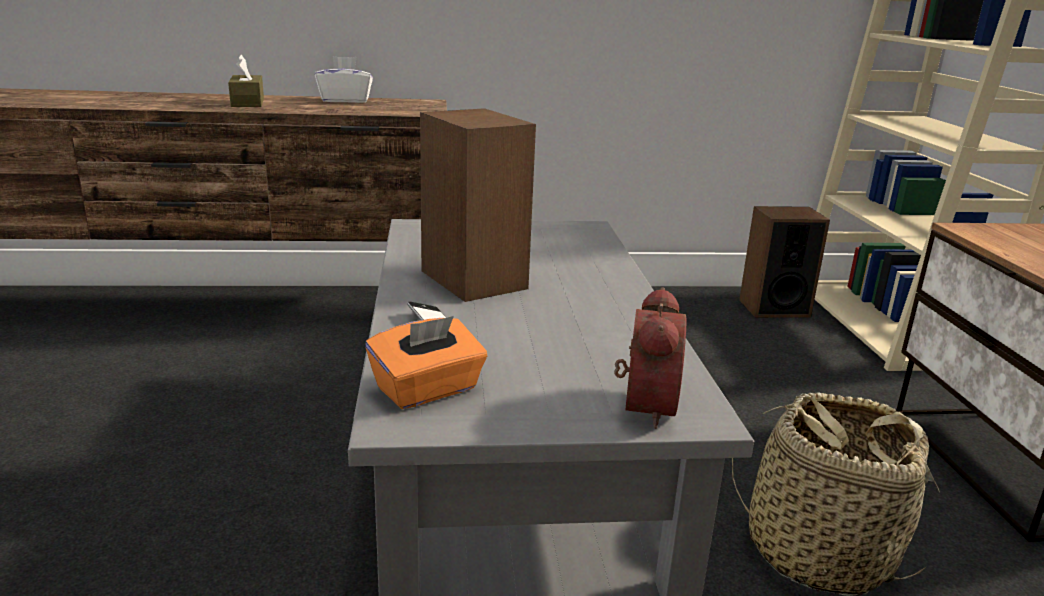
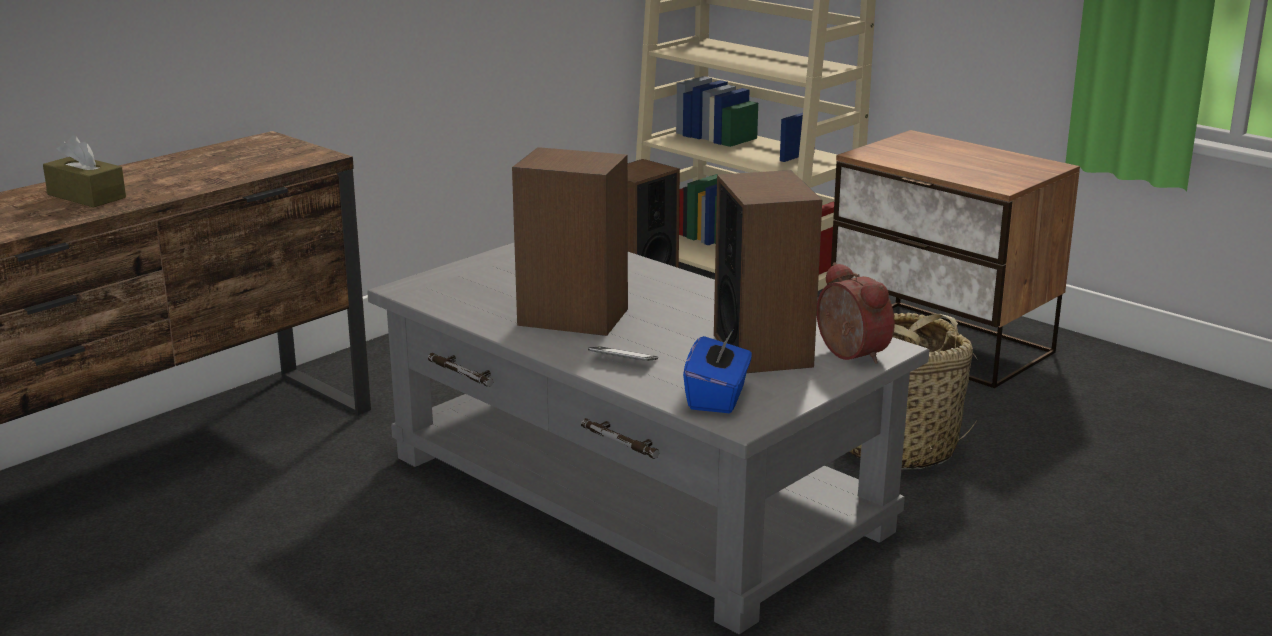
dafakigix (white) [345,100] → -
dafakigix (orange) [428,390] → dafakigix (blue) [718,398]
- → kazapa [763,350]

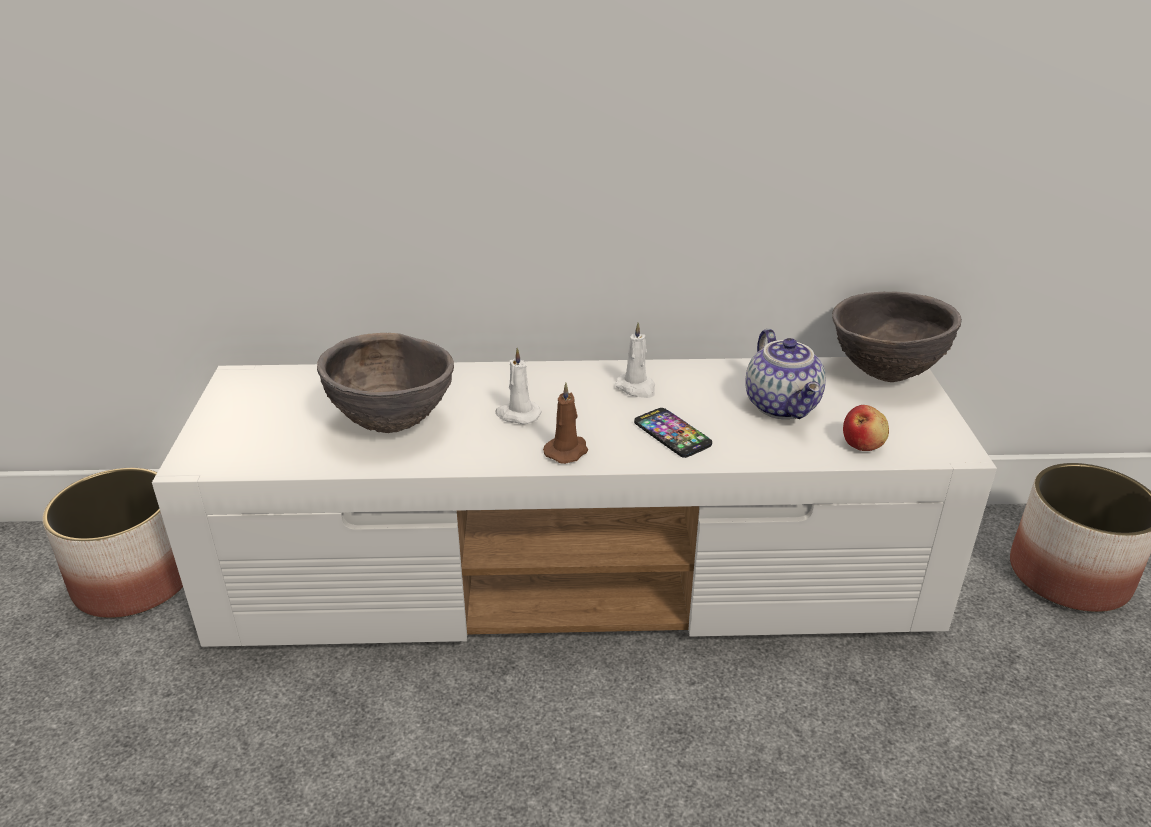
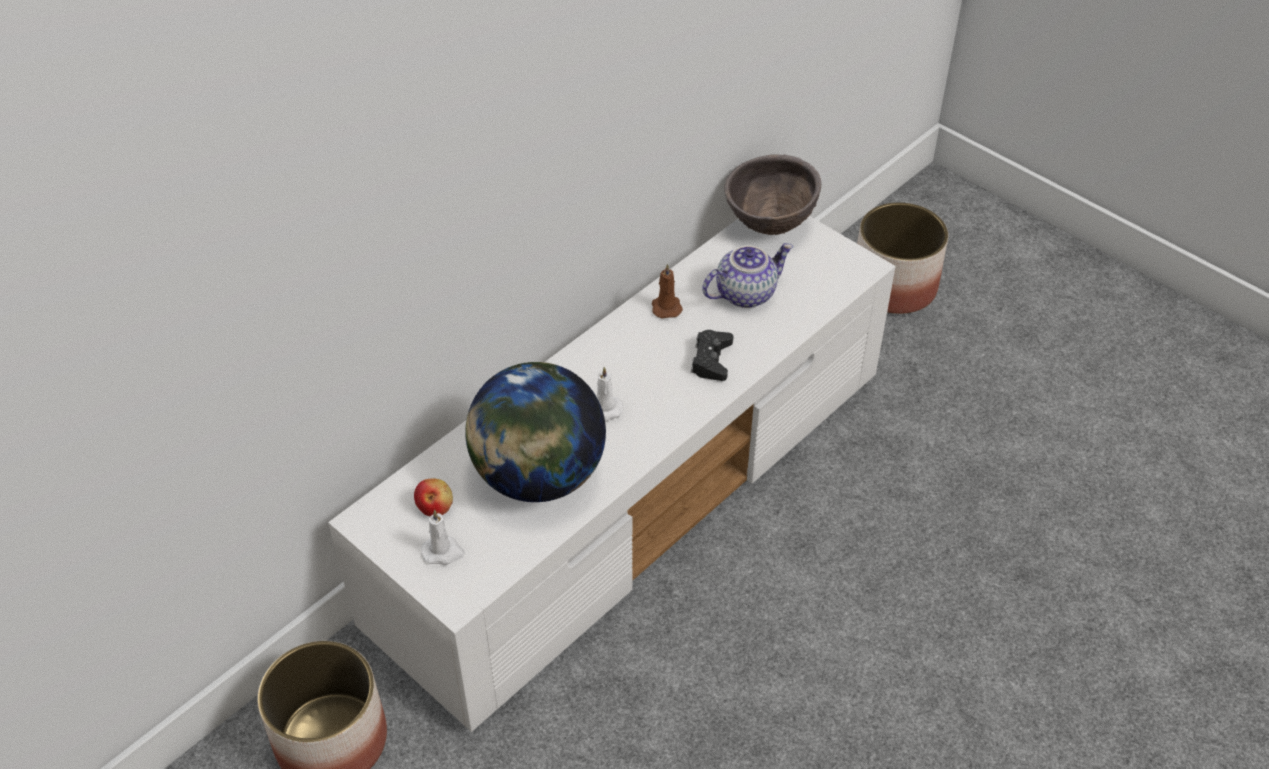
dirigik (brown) [393,424] → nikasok [538,476]
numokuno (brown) [567,451] → numokuno (brown) [666,307], shifted
numokuno (white) [636,388] → numokuno (white) [443,552], shifted
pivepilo [672,434] → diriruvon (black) [711,360]
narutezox [783,406] → narutezox [745,293], 60 degrees counterclockwise
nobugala [862,444] → nobugala [435,506], shifted

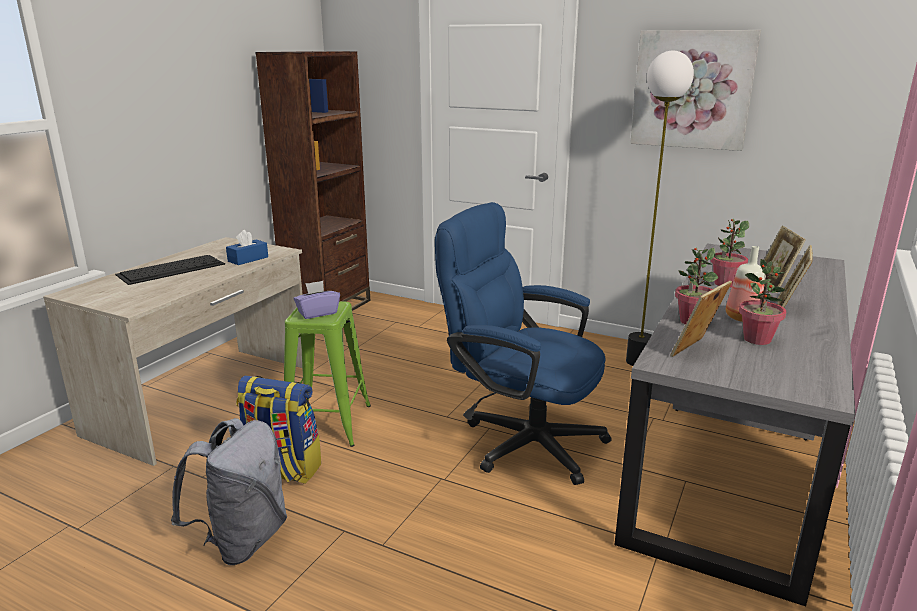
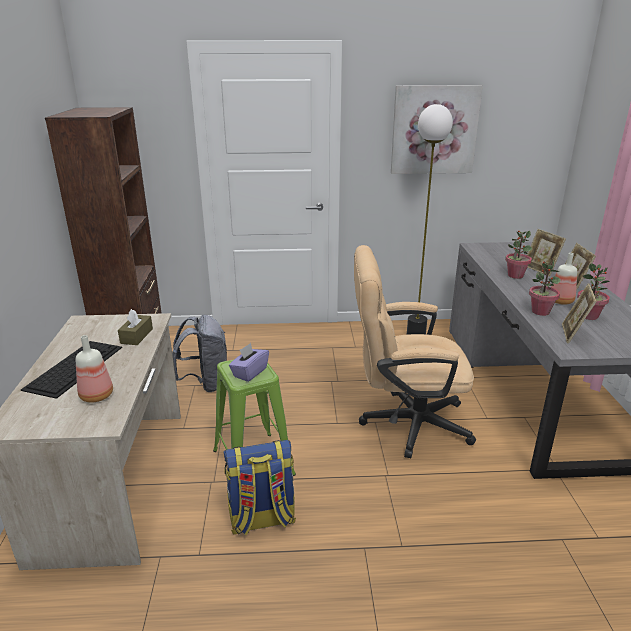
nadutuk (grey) [242,540] → nadutuk (grey) [205,383], shifted
dafakigix (blue) [248,259] → dafakigix (brown) [136,336]
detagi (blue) [521,439] → detagi (beige) [405,423]
- → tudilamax [98,396]

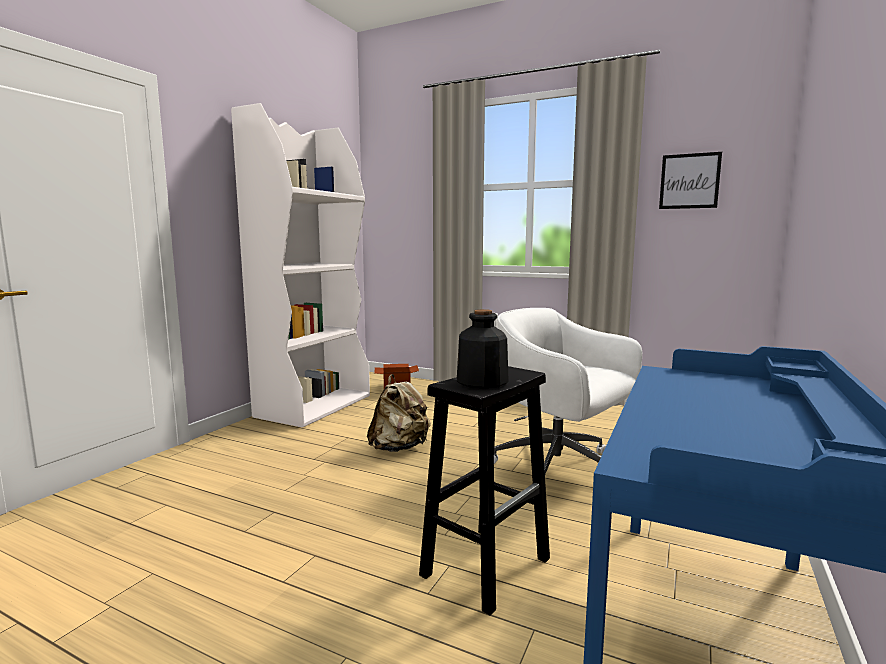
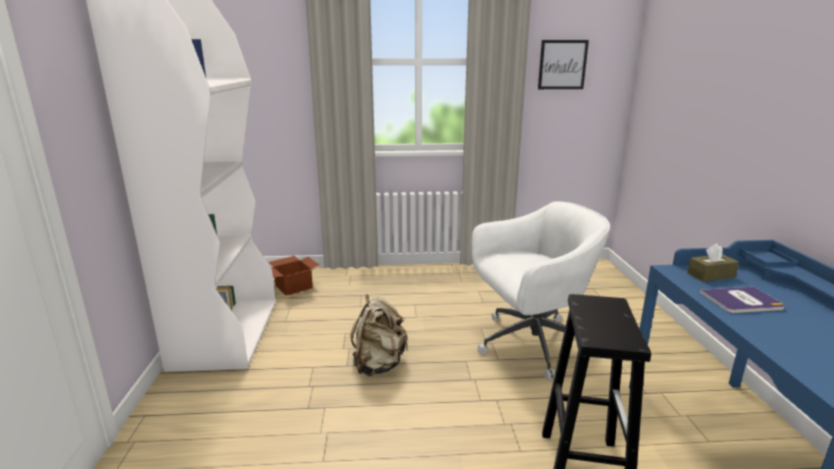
tudilamax [482,381] → -
detagi (white) [560,468] → detagi (white) [530,344], 150 degrees clockwise
- → dafakigix (brown) [710,275]
- → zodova [741,301]

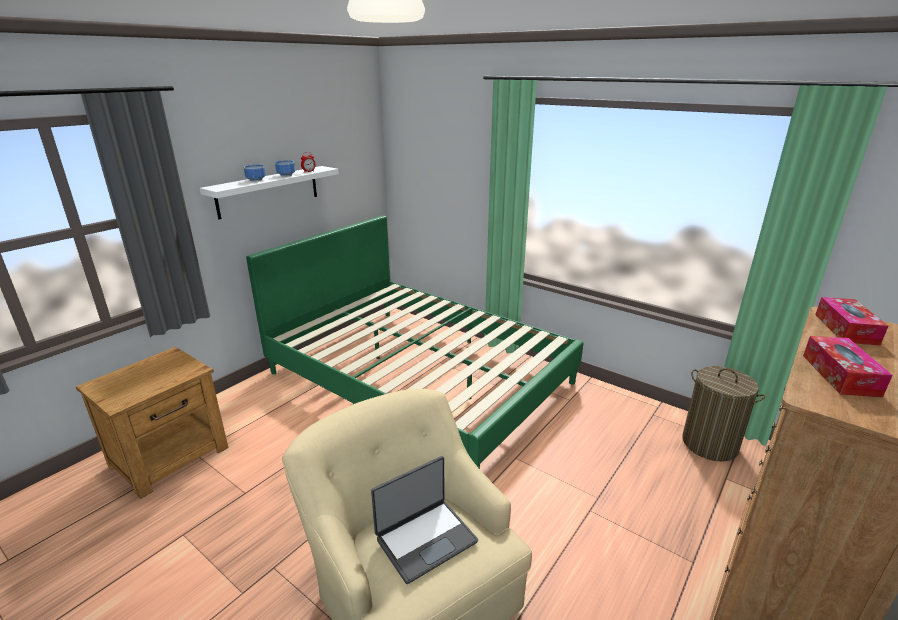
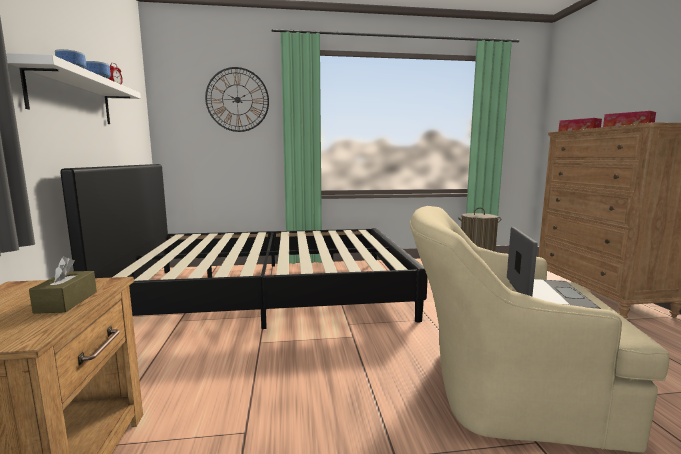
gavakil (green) [420,377] → gavakil (black) [269,292]
- → dafakigix (brown) [67,302]
- → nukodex [237,100]

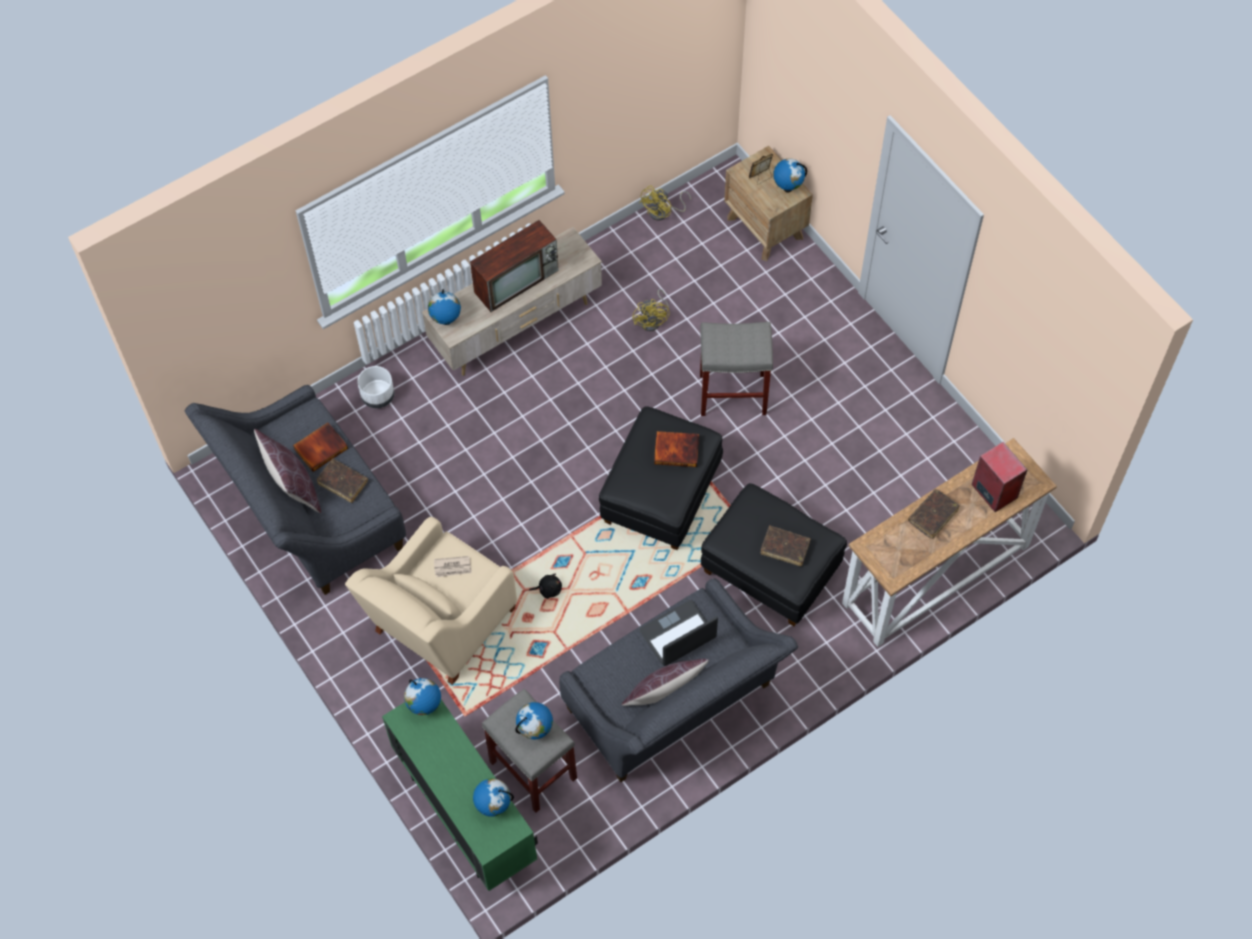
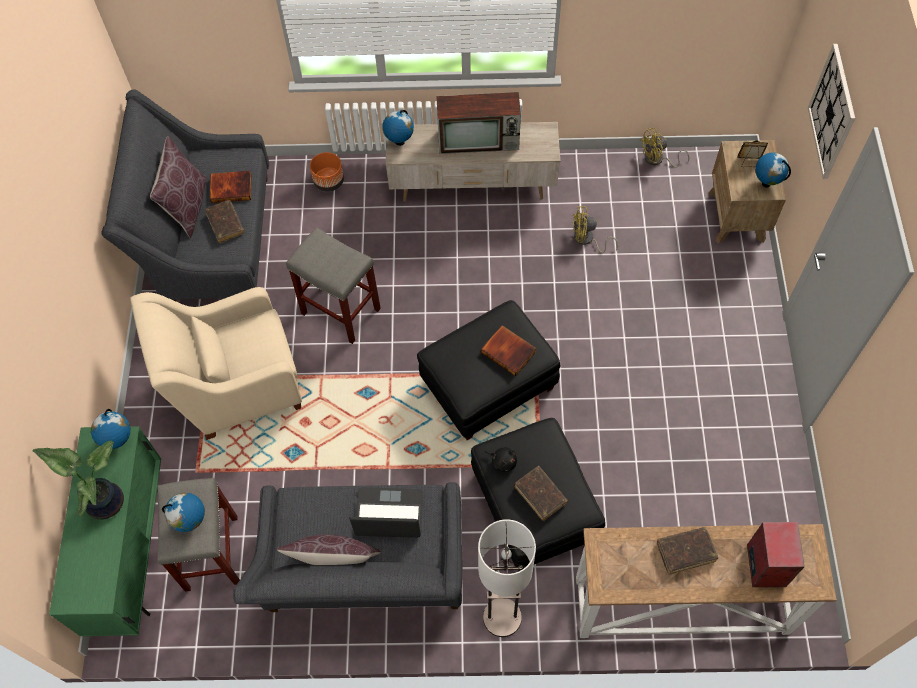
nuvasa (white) [377,396] → nuvasa (orange) [329,181]
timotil [453,567] → -
nikasok [493,806] → -
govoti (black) [548,589] → govoti (black) [502,461], shifted
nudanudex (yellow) [653,320] → nudanudex (yellow) [587,240], 60 degrees clockwise
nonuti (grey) [731,394] → nonuti (grey) [339,311], shifted
- → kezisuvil [105,500]
- → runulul [502,618]
- → nukodex [832,112]

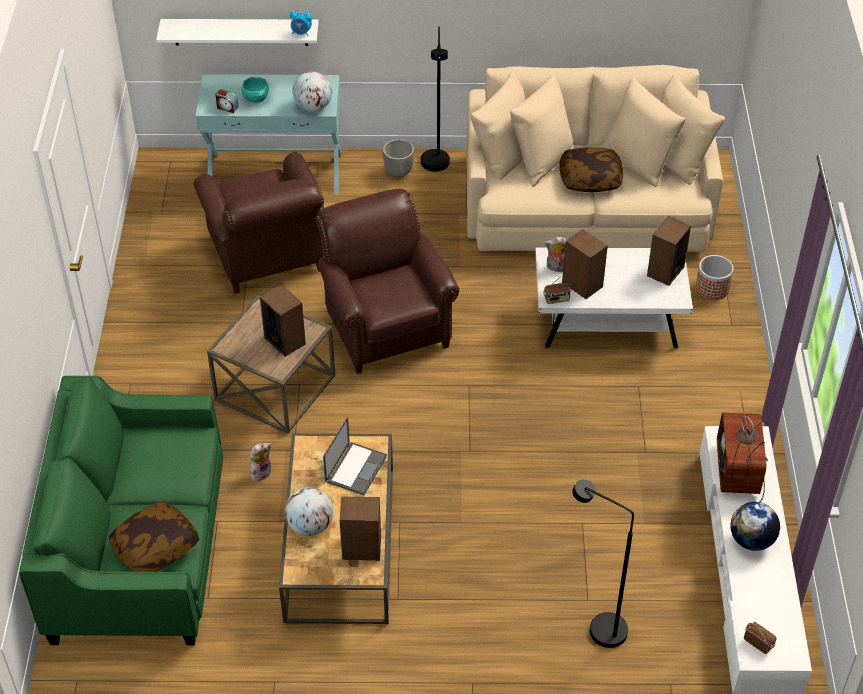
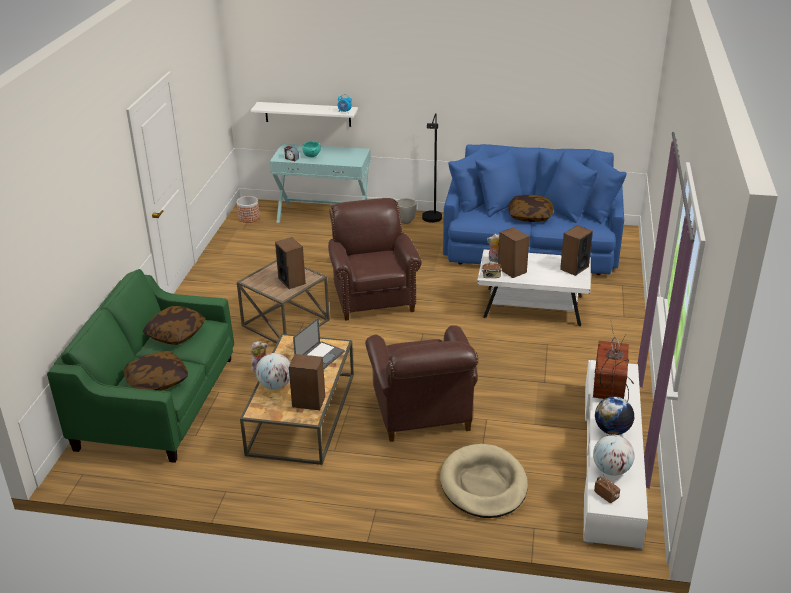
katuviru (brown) [268,257] → katuviru (brown) [423,415], shifted
nikasok [313,107] → nikasok [611,470], shifted
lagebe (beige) [587,203] → lagebe (blue) [531,245]
runulul (black) [598,627] → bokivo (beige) [483,484]
nuvasa [712,288] → nuvasa [249,218], shifted
- → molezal [176,333]

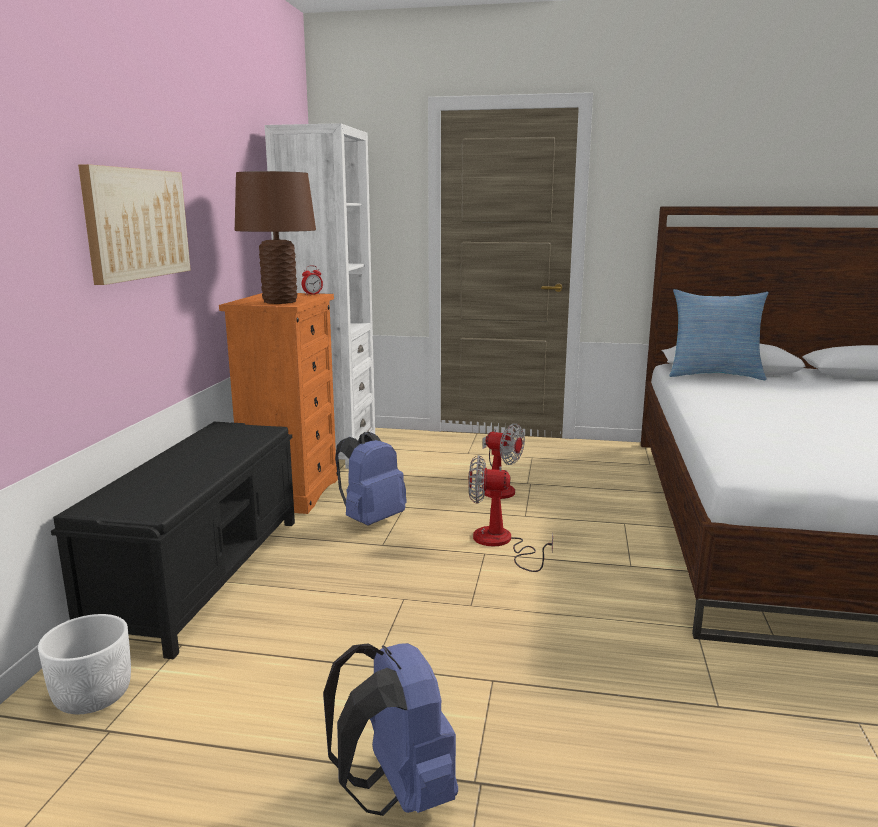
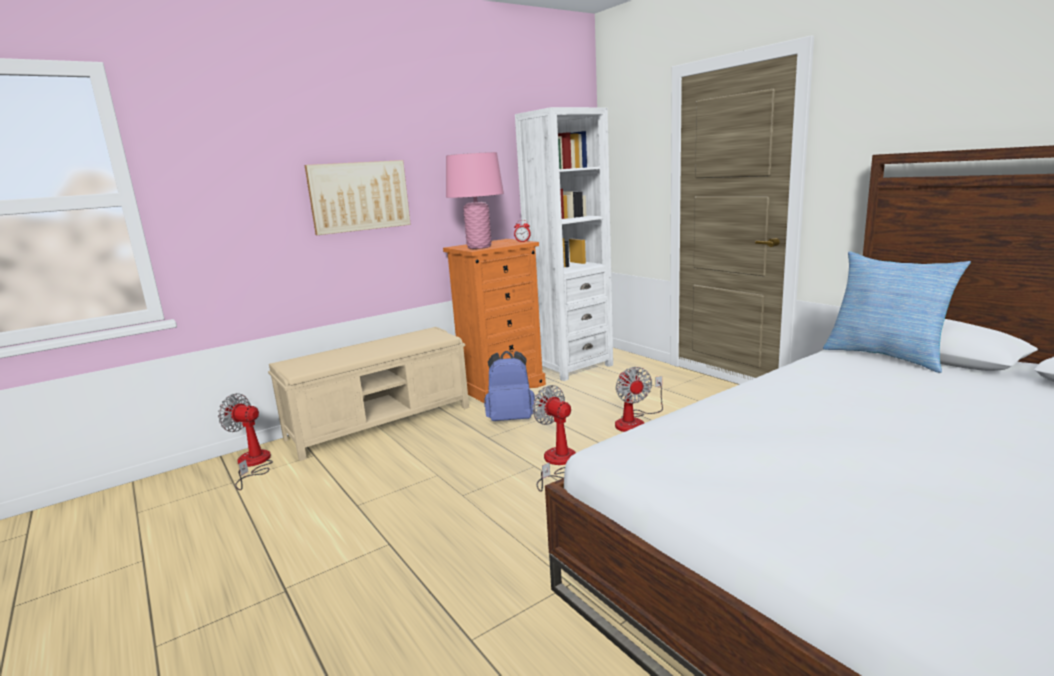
nuvasa (white) [93,696] → nudanudex [253,464]
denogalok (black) [203,574] → denogalok (beige) [381,422]
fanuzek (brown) [279,302] → fanuzek (pink) [479,247]
nadutuk (blue) [397,792] → -

